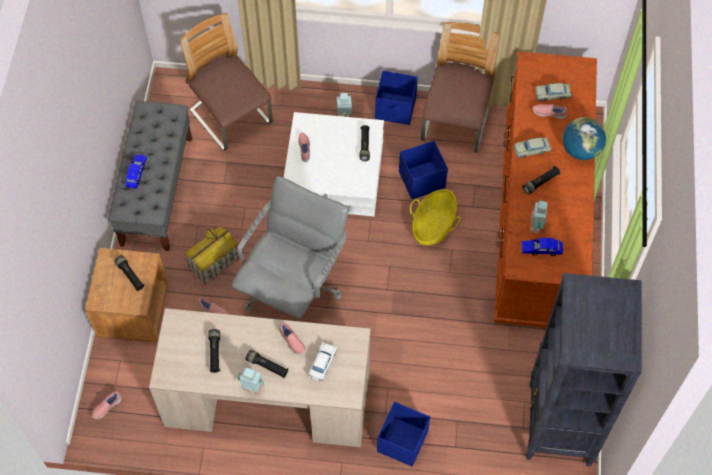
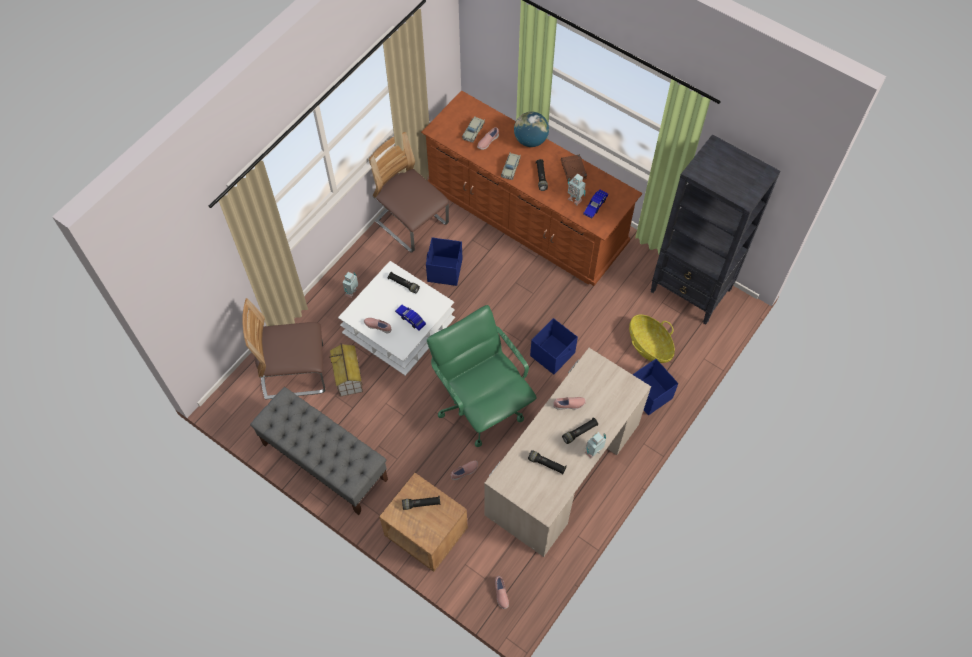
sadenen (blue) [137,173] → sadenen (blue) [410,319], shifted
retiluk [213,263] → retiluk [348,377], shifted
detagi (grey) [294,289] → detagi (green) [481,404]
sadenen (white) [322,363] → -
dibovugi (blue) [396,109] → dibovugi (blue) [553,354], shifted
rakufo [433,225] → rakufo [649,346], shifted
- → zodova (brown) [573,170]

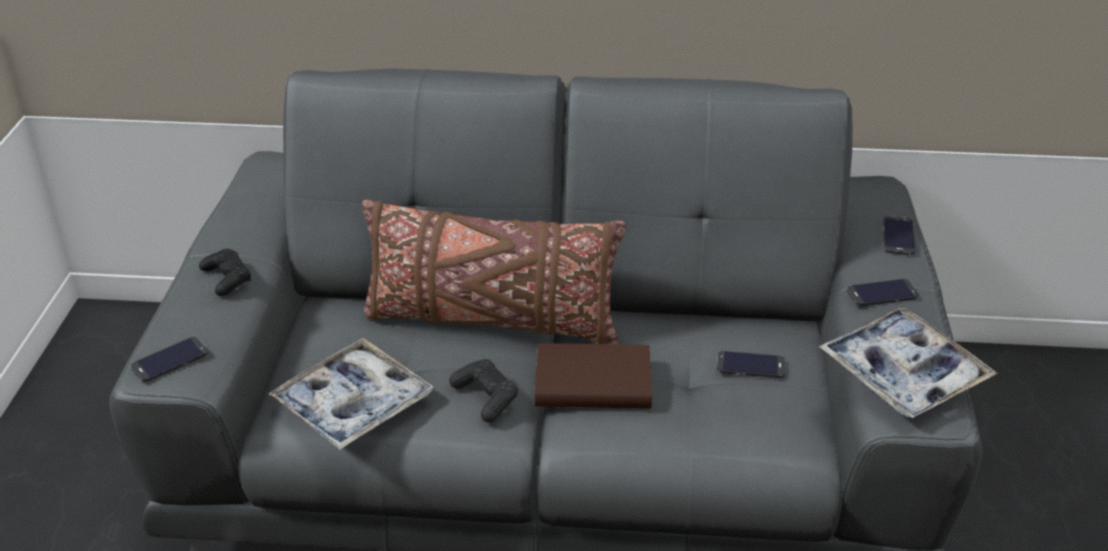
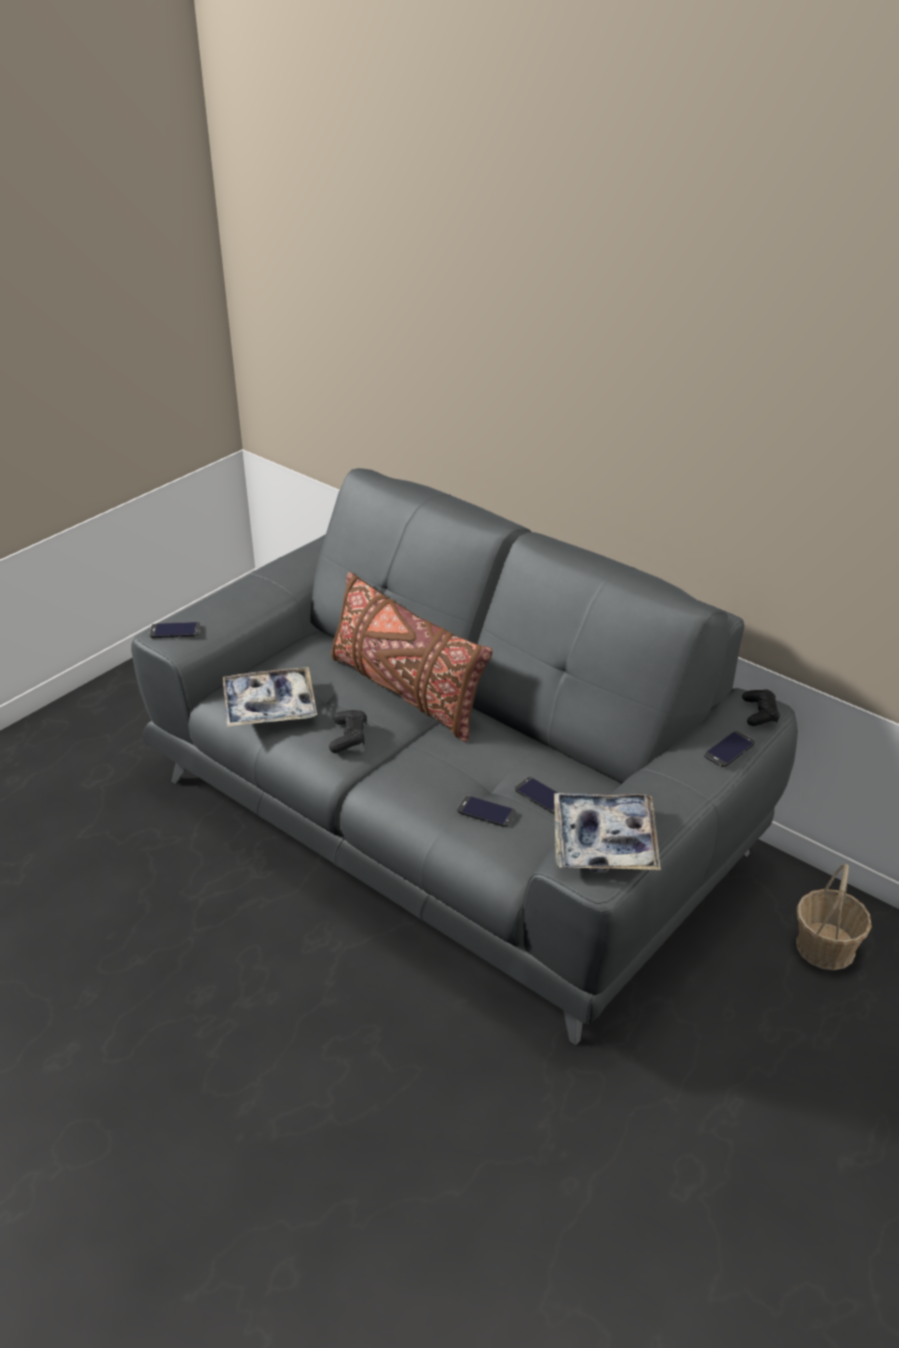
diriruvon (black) [227,278] → diriruvon (black) [759,713], shifted
zodova (brown) [593,383] → -
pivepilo [882,293] → pivepilo [486,812], shifted
- → rakufo [826,947]

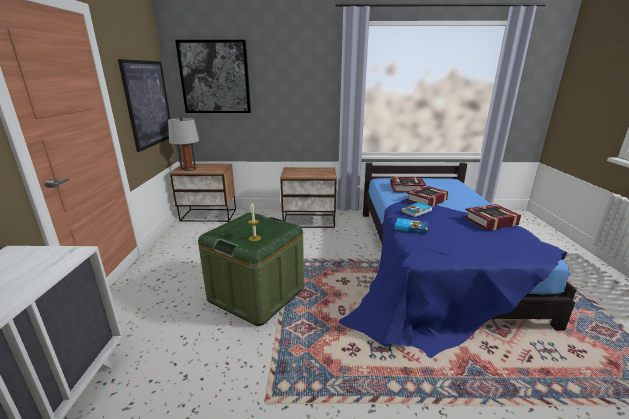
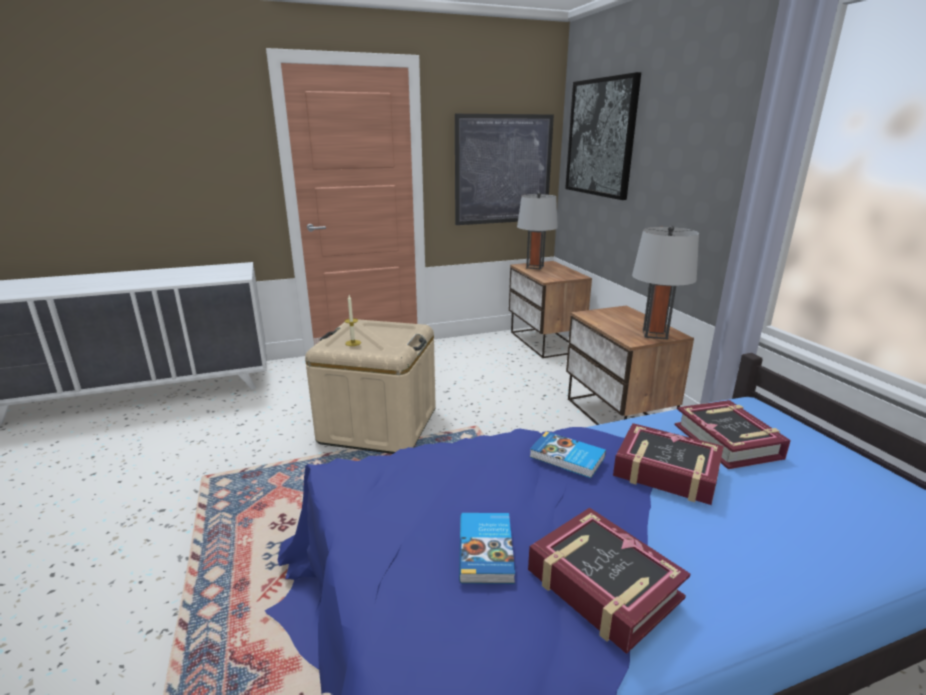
dibovugi (green) [256,294] → dibovugi (beige) [378,425]
zodova [411,227] → zodova [487,550], shifted
- → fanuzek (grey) [654,334]

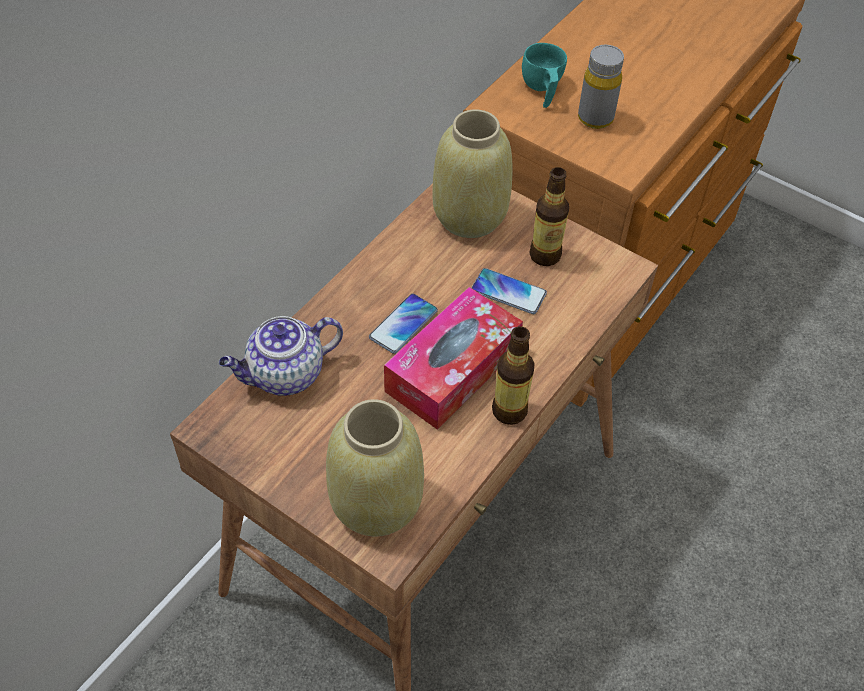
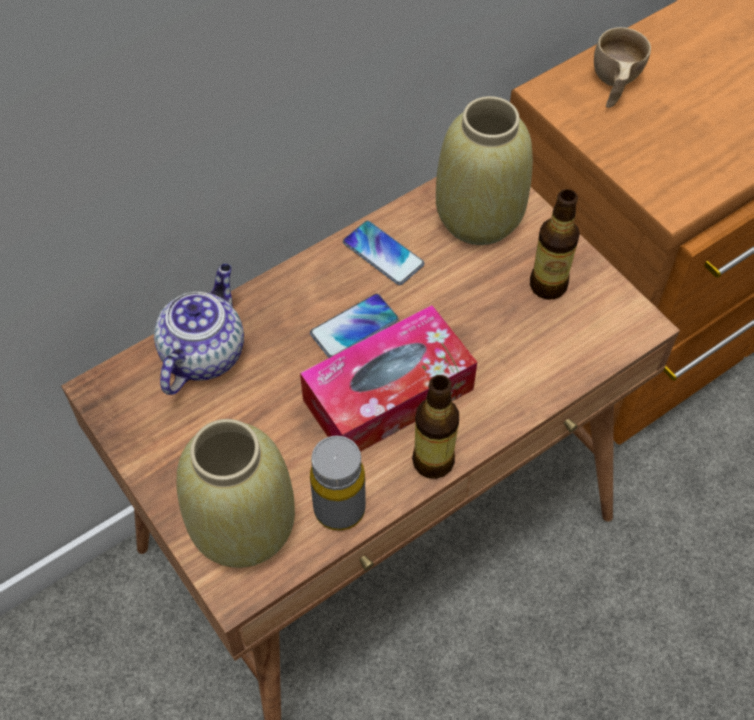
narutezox [285,375] → narutezox [203,352], 120 degrees clockwise
pivepilo [508,292] → pivepilo [383,254], shifted
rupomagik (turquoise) [542,90] → rupomagik (beige) [613,85]
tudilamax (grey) [595,118] → tudilamax (grey) [339,508], shifted

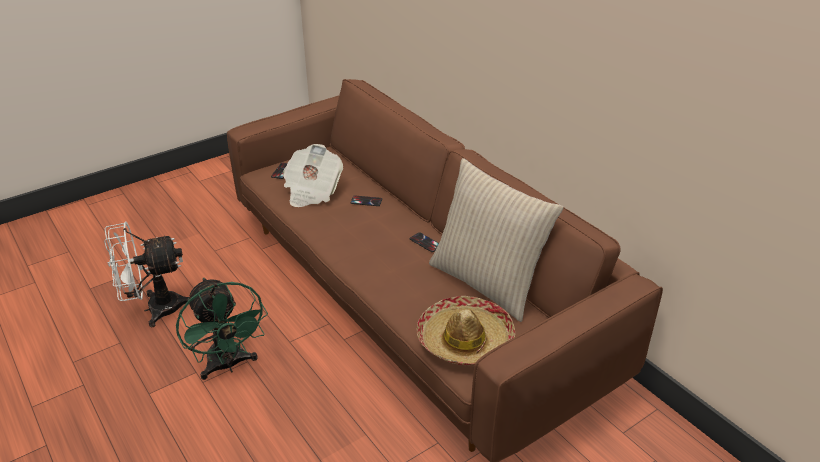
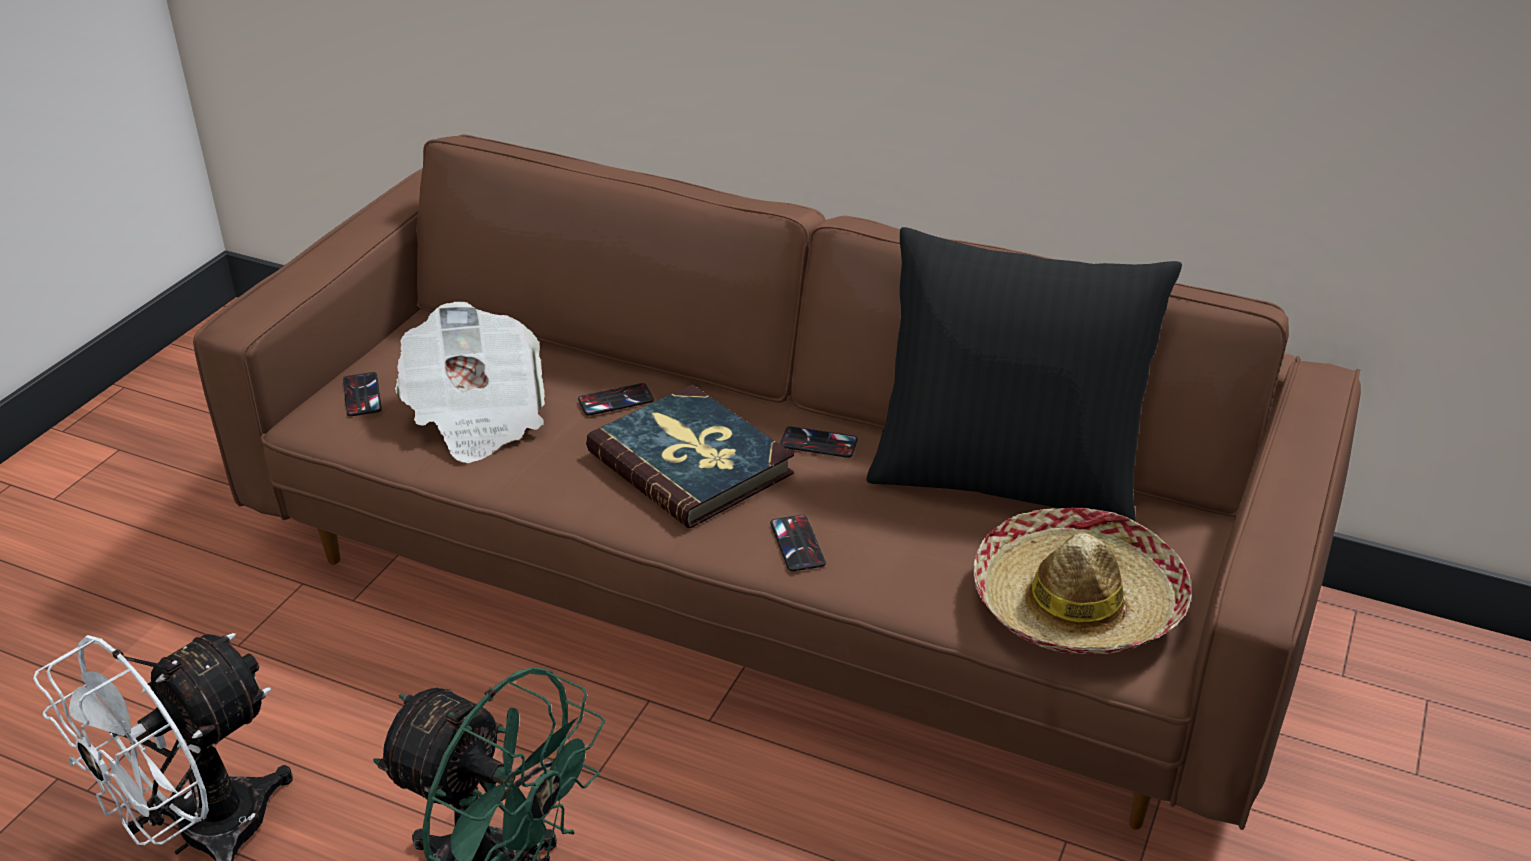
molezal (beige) [487,282] → molezal (black) [1005,479]
- → zodova [691,462]
- → pivepilo [797,544]

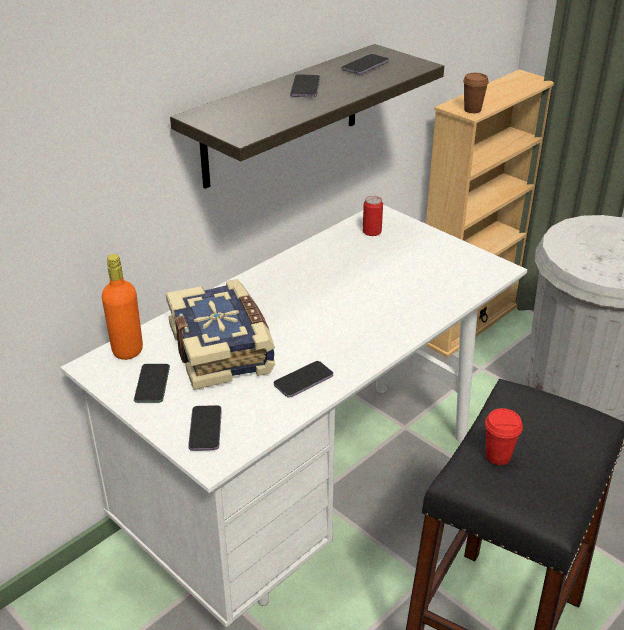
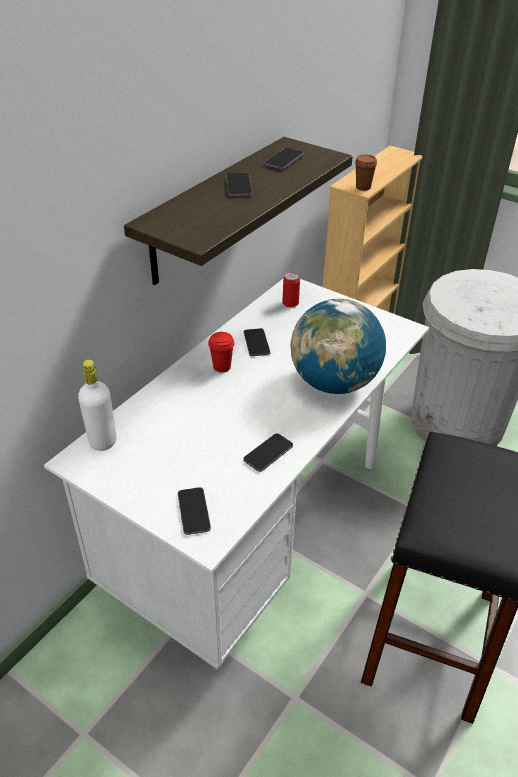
tudilamax (orange) [127,350] → tudilamax (white) [103,441]
pivepilo [152,384] → pivepilo [256,343], shifted
zodova [223,349] → -
rupomagik (red) [498,456] → rupomagik (red) [222,367], shifted
- → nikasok [334,383]

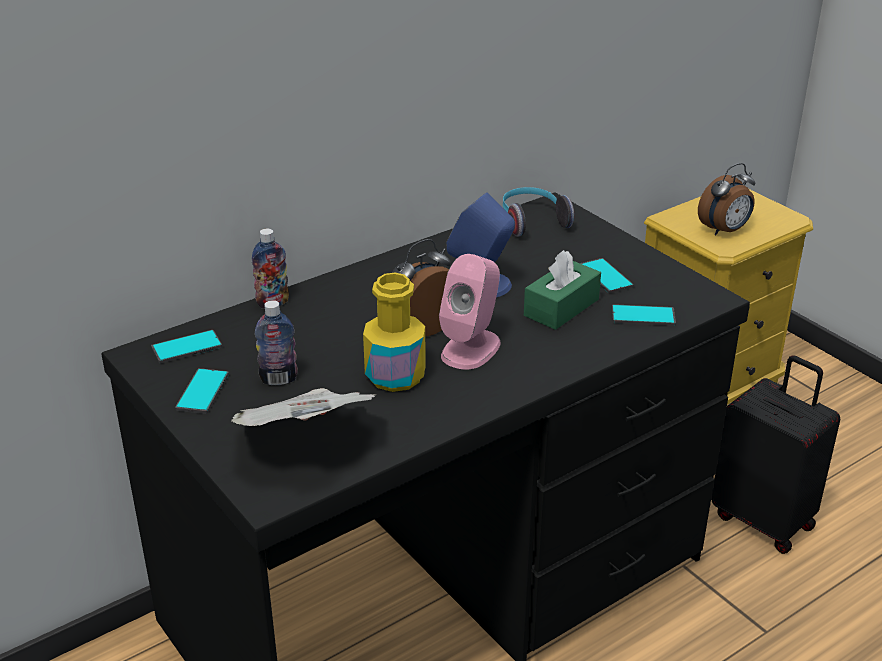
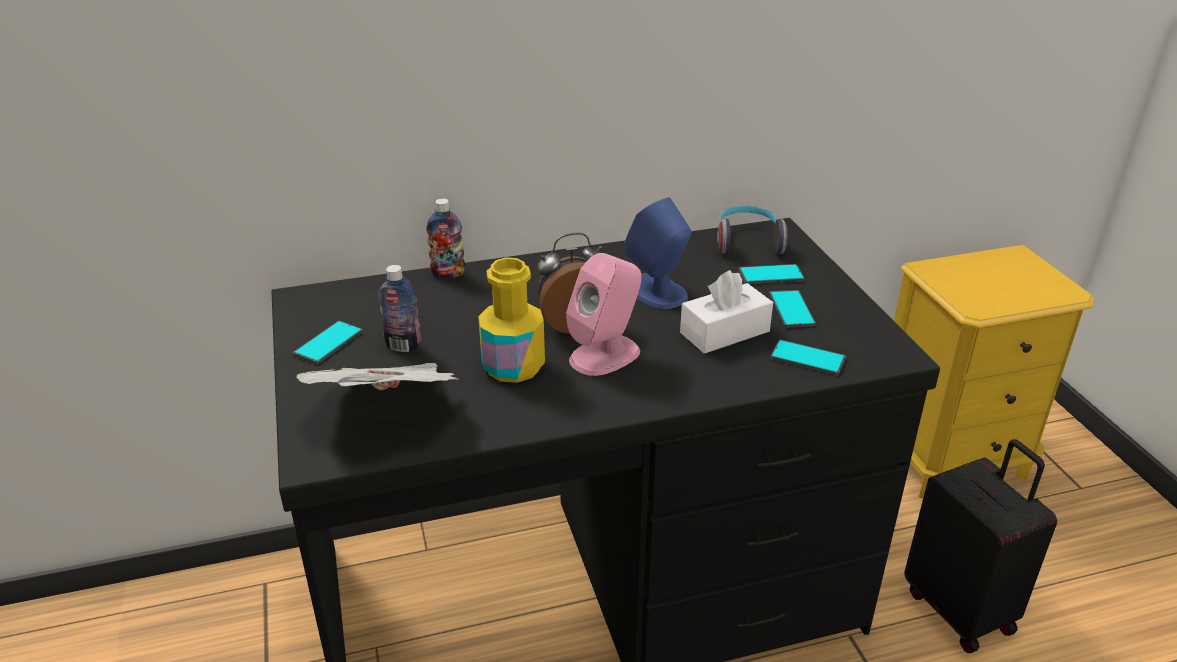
pivepilo [187,347] → pivepilo [771,275], shifted
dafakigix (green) [561,307] → dafakigix (white) [724,332]
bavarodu [724,230] → -

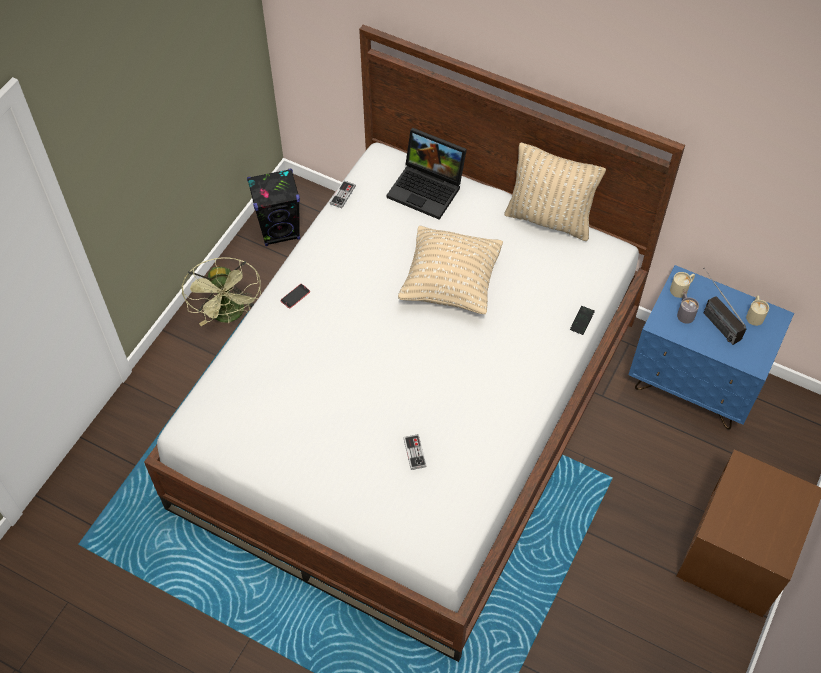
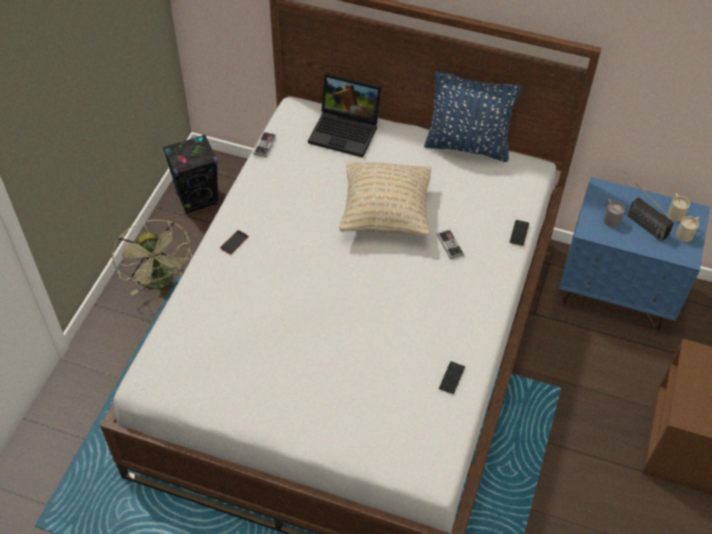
diriruvon [414,452] → diriruvon [450,245], shifted
molezal (beige) [549,219] → molezal (blue) [467,146]
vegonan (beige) [681,289] → vegonan (beige) [686,233], shifted
- → pivepilo [451,378]

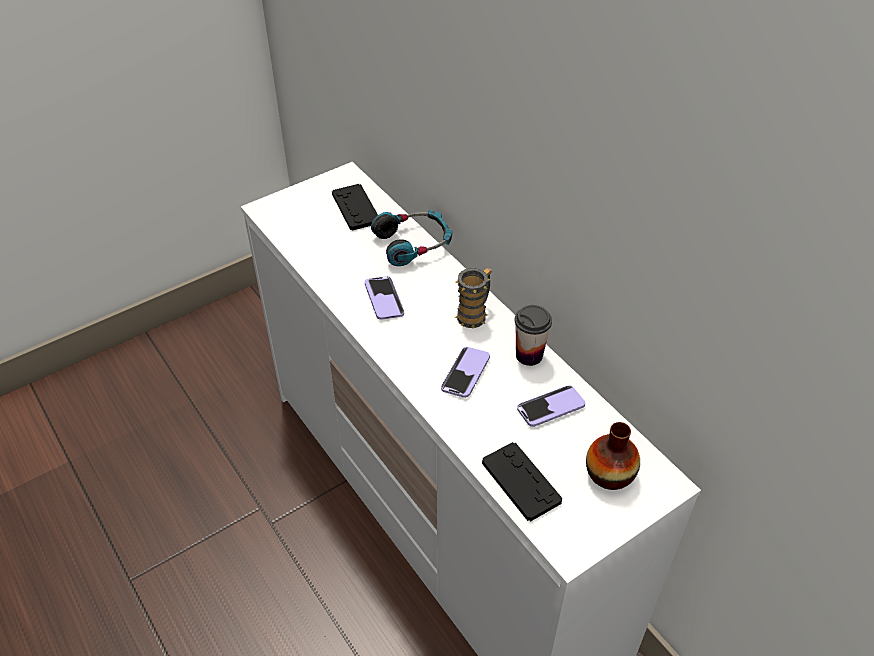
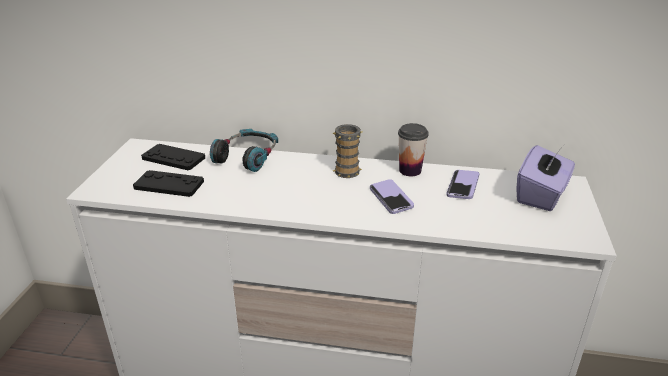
pivepilo [384,299] → -
diriruvon (black) [521,482] → diriruvon (black) [169,185], shifted
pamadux [609,474] → dafakigix (purple) [541,195]

